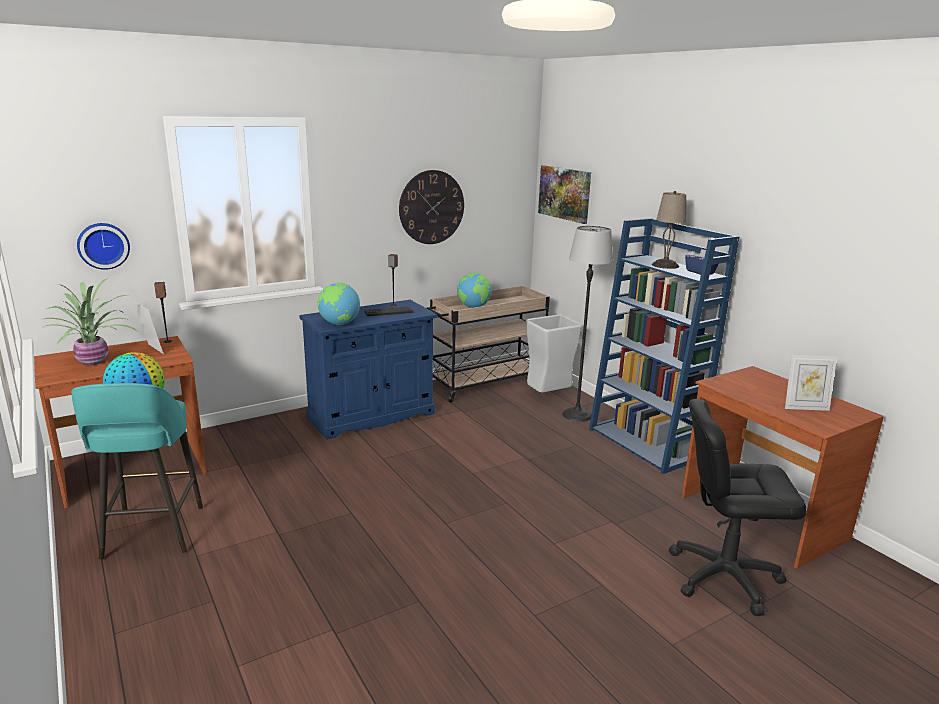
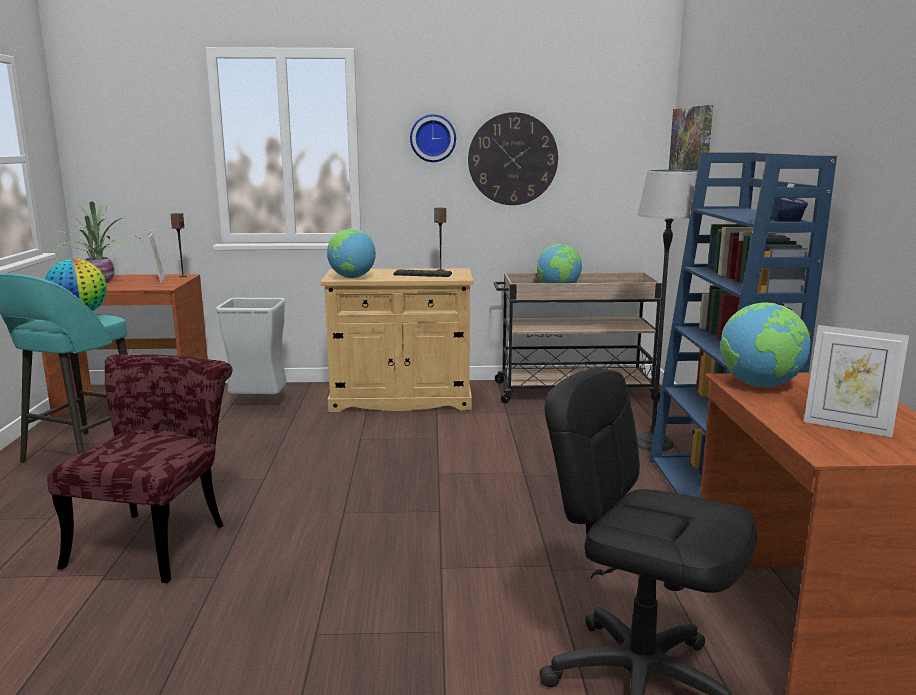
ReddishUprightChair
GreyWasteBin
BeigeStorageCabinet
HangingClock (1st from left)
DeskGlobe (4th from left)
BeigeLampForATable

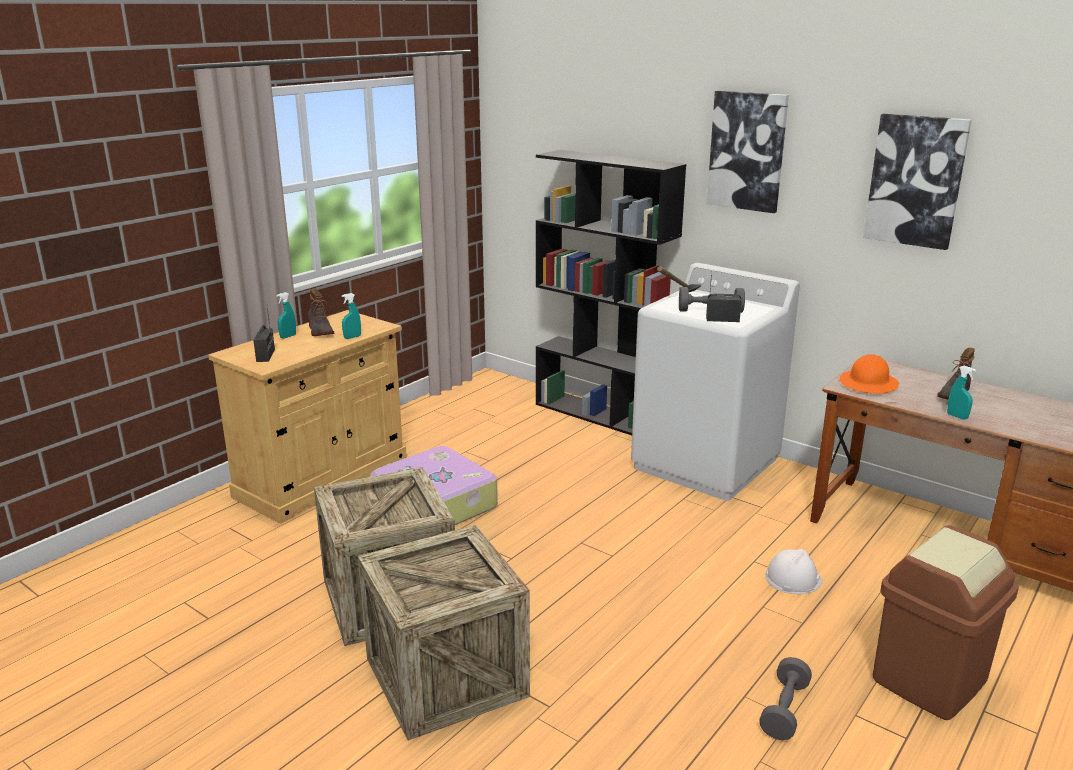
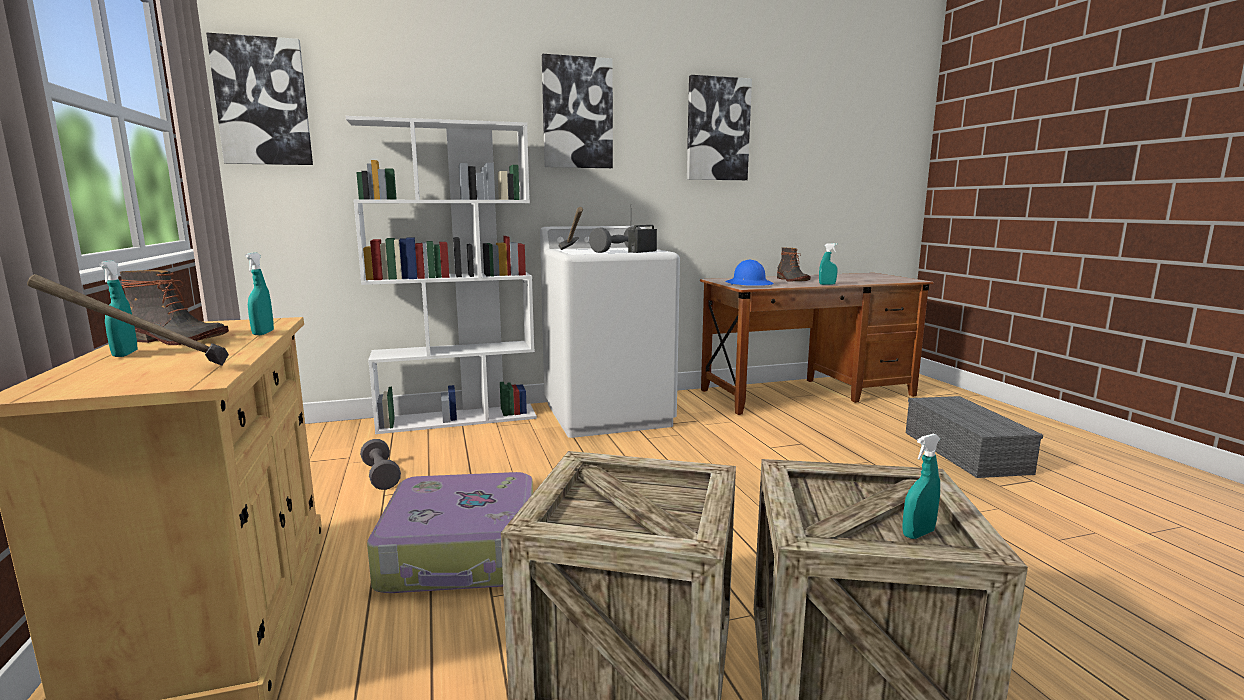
Hammer (1st from left)
Picture (1st from left)
WhiteColouredBookshelf
GreyDumbbell (1st from left)
BlueHardHat
TurquoiseHandSprayer (4th from left)
GreyStorageBox
WhiteColouredHardHat

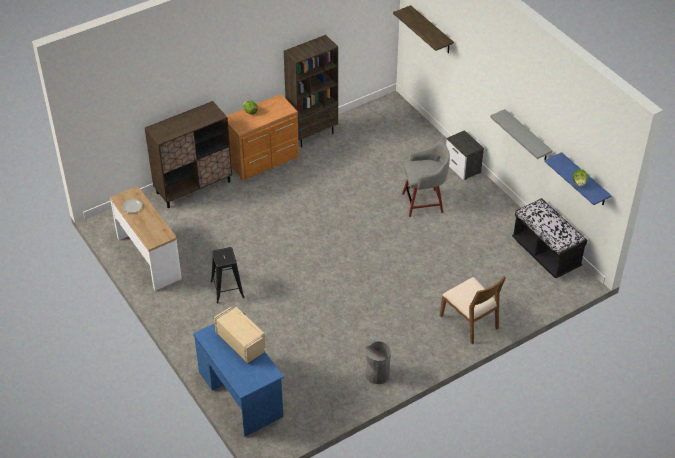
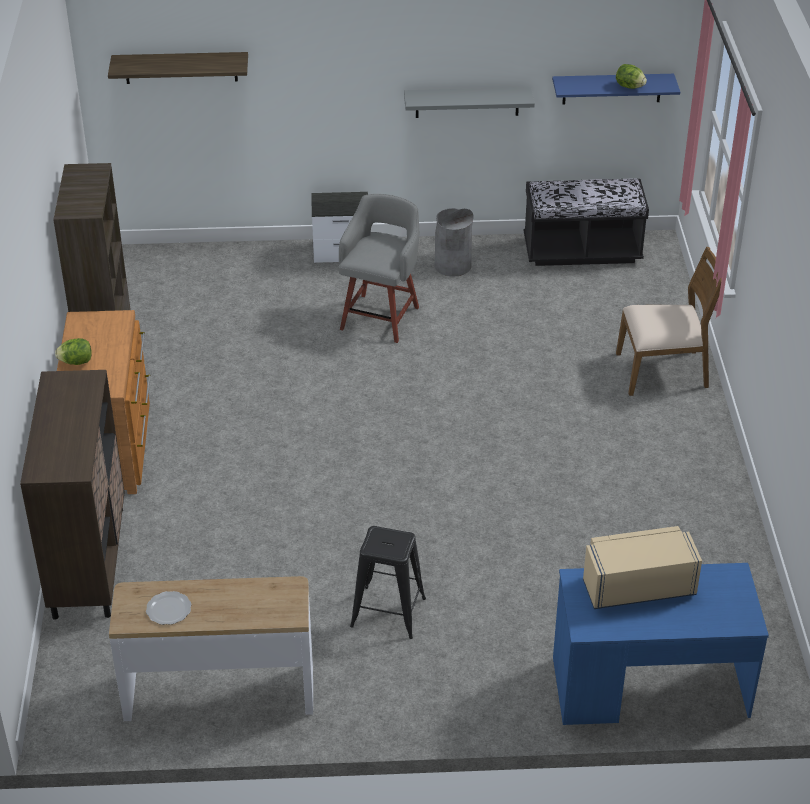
GreyWasteBin

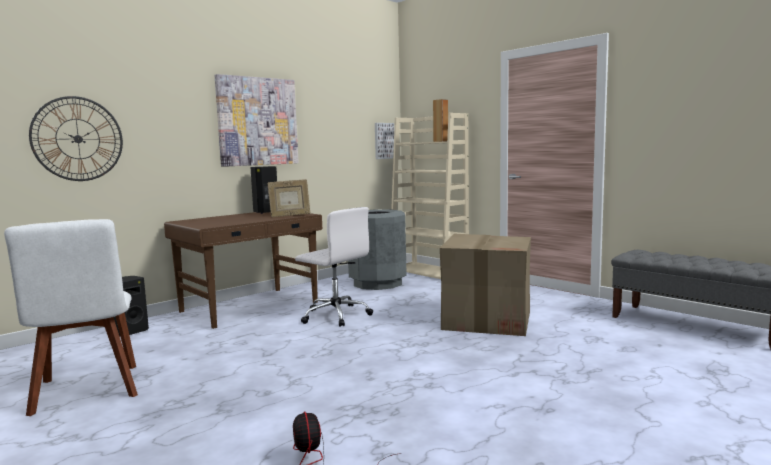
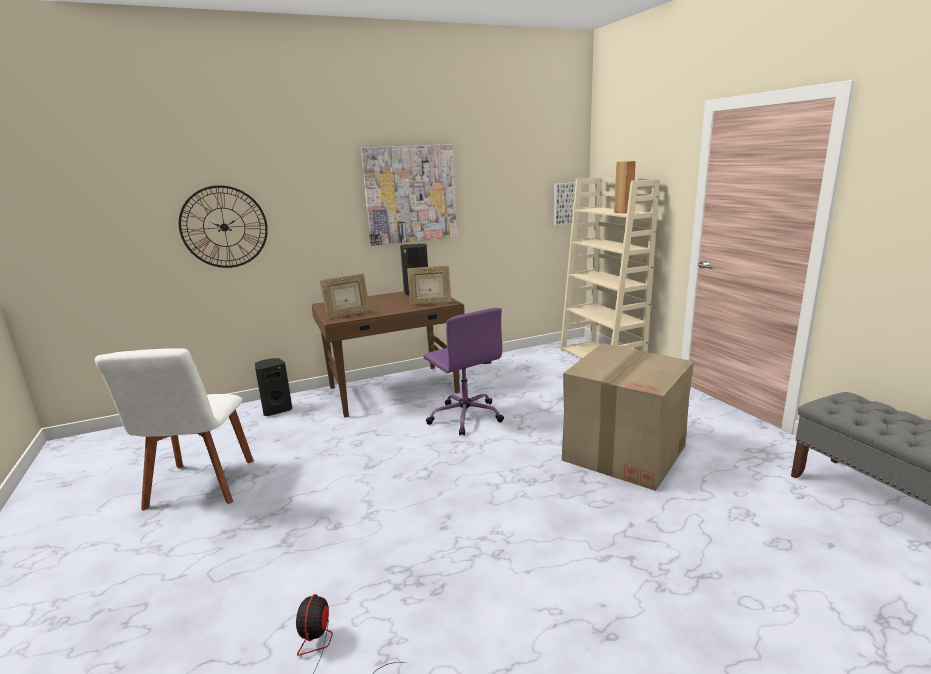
StandingFrame (1st from left)
PurpleColouredOfficeChair
GreyWasteBin

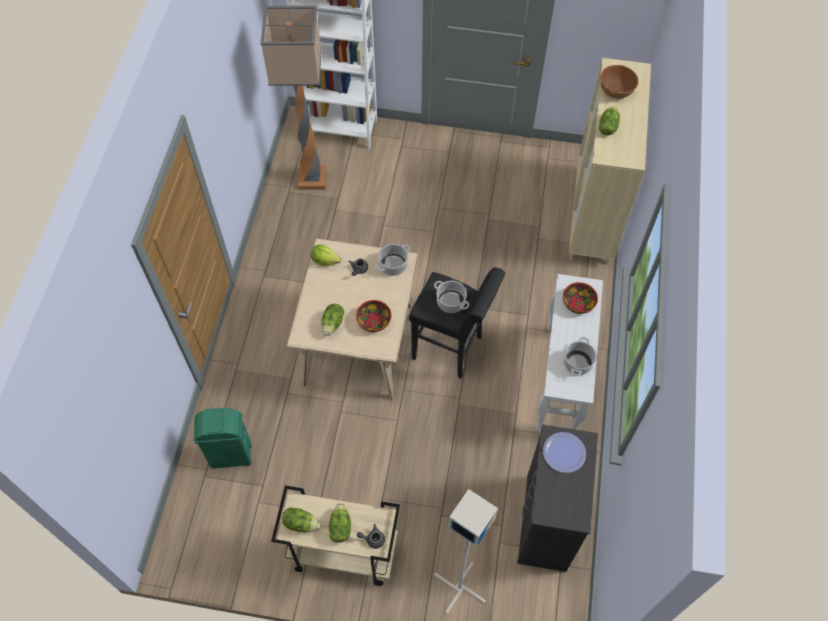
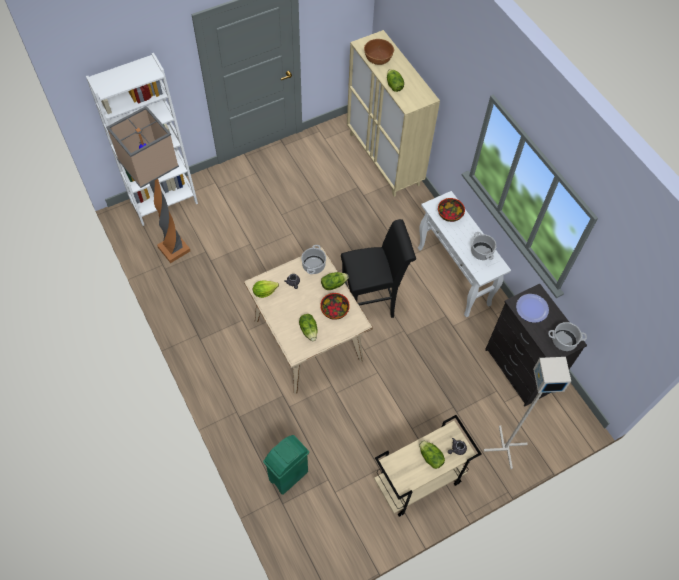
LettuceHead (3rd from left)
Saucepot (3rd from left)

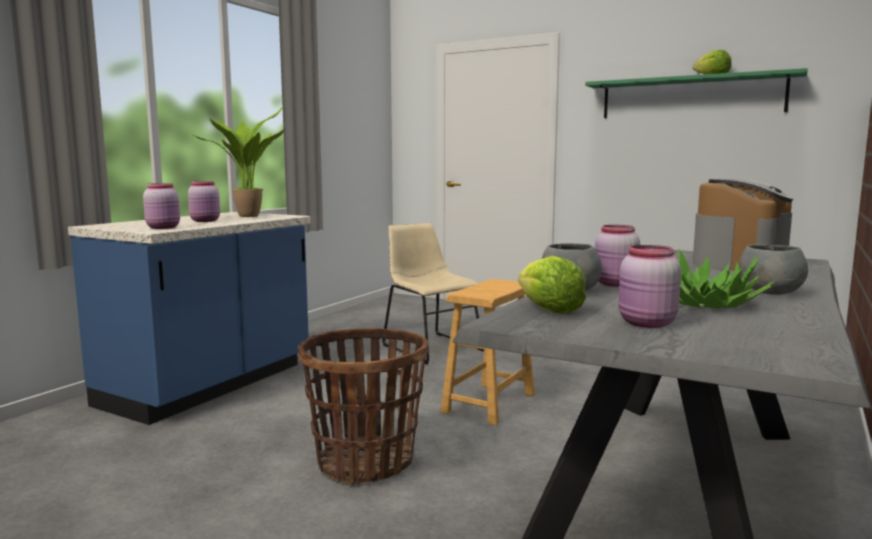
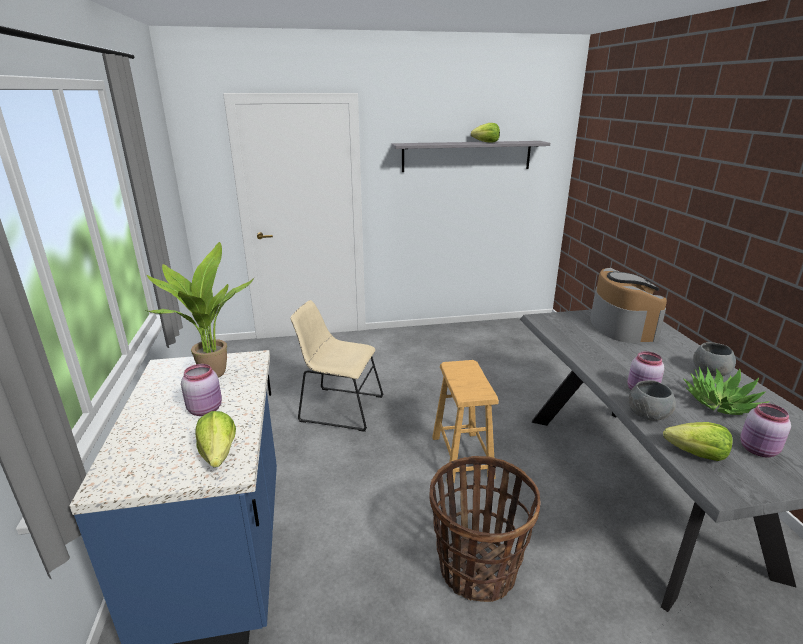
LettuceHead (1st from left)
GreyBracketShelf

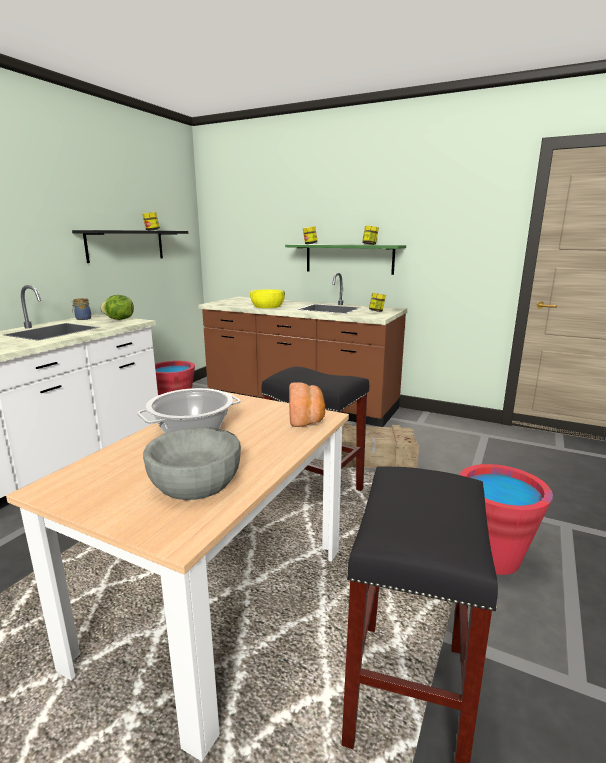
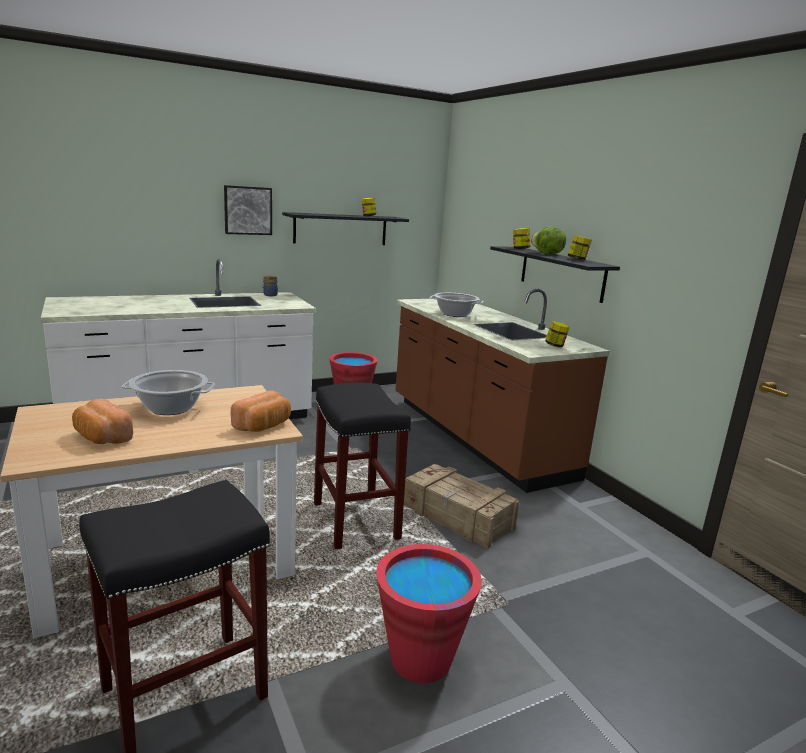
BakeryBread (1st from left)
Picture
Saucepot (2nd from left)
BlackishBracketShelf (2nd from left)
LettuceHead

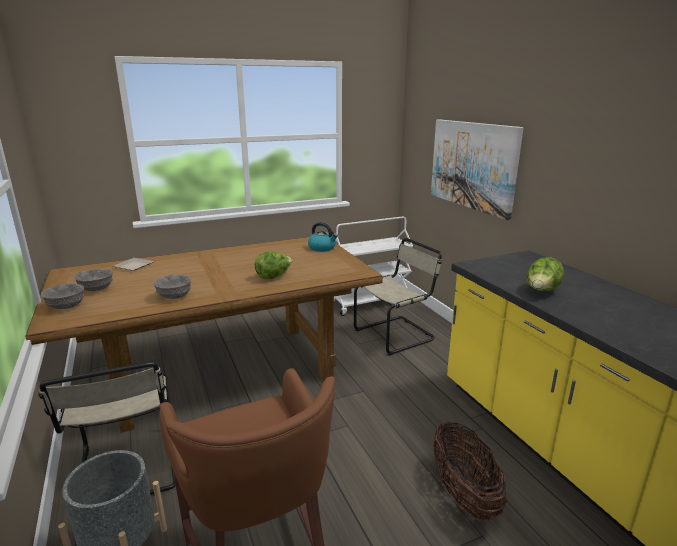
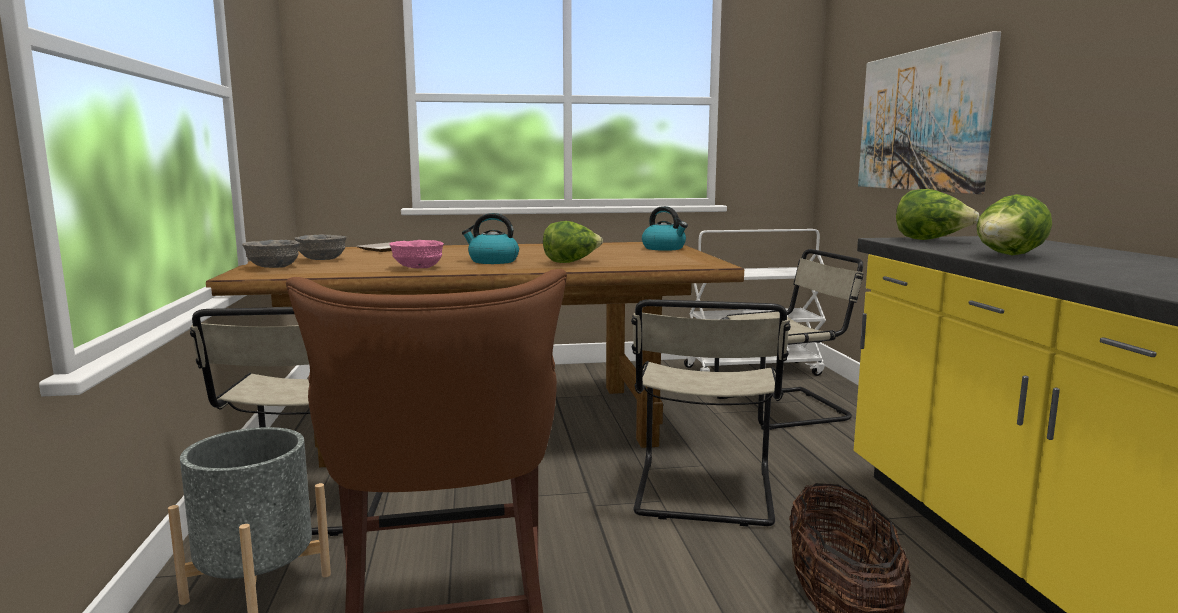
PinkishDeepDish
WaterKettle (1st from left)
BeigeUprightChair (2nd from left)
LettuceHead (2nd from left)

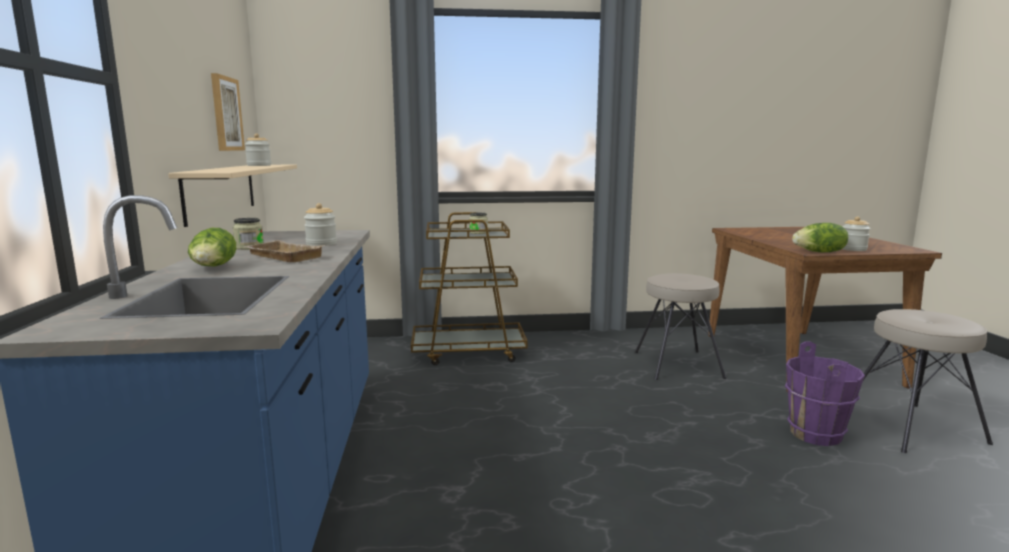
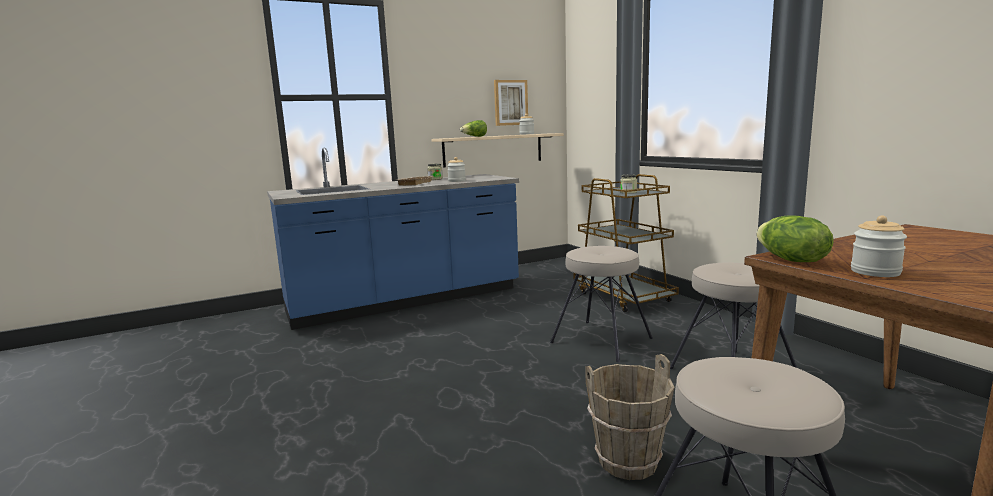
LettuceHead (1st from left)
BeigeStool (1st from left)
BrownPail

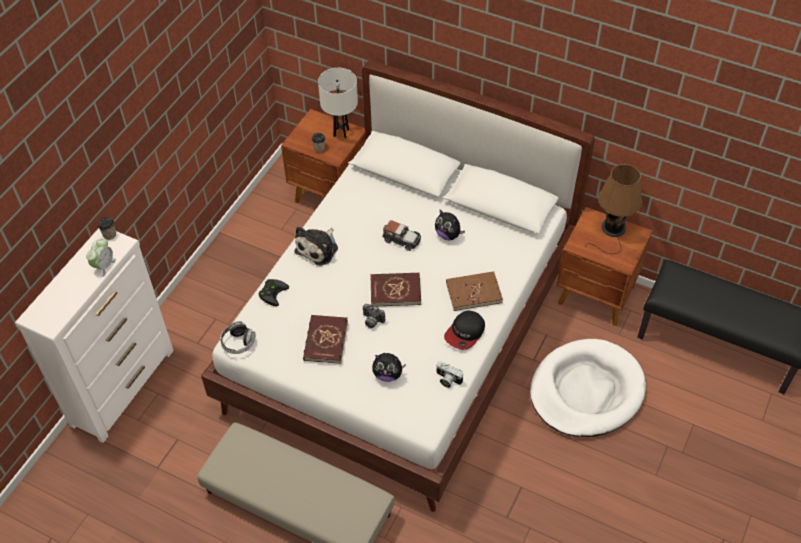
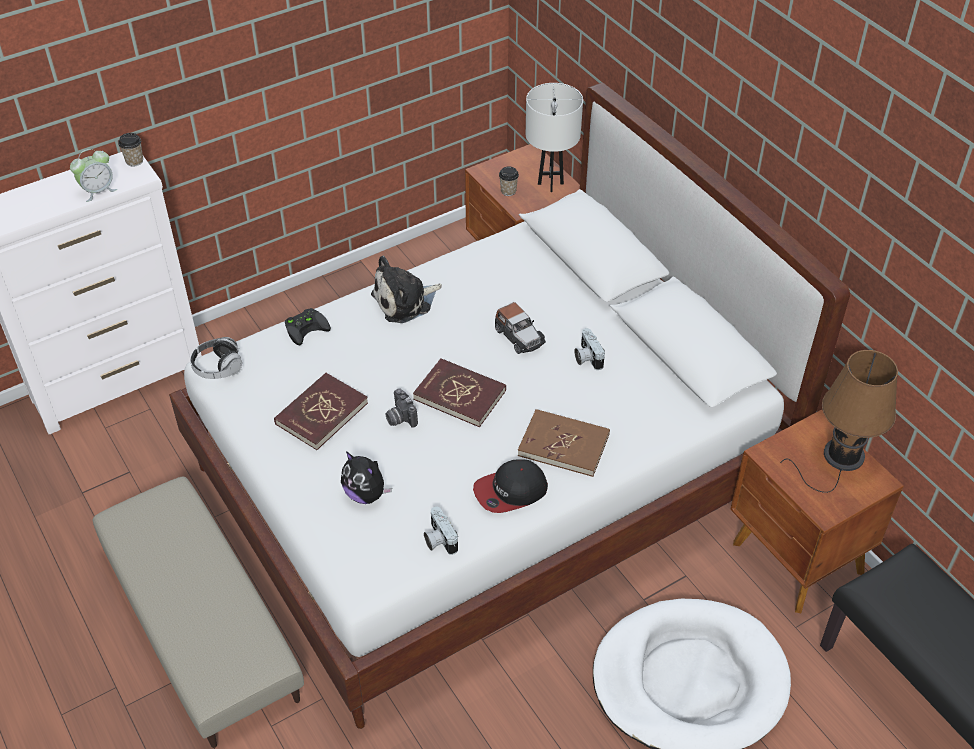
PhotoCamera (3rd from left)

